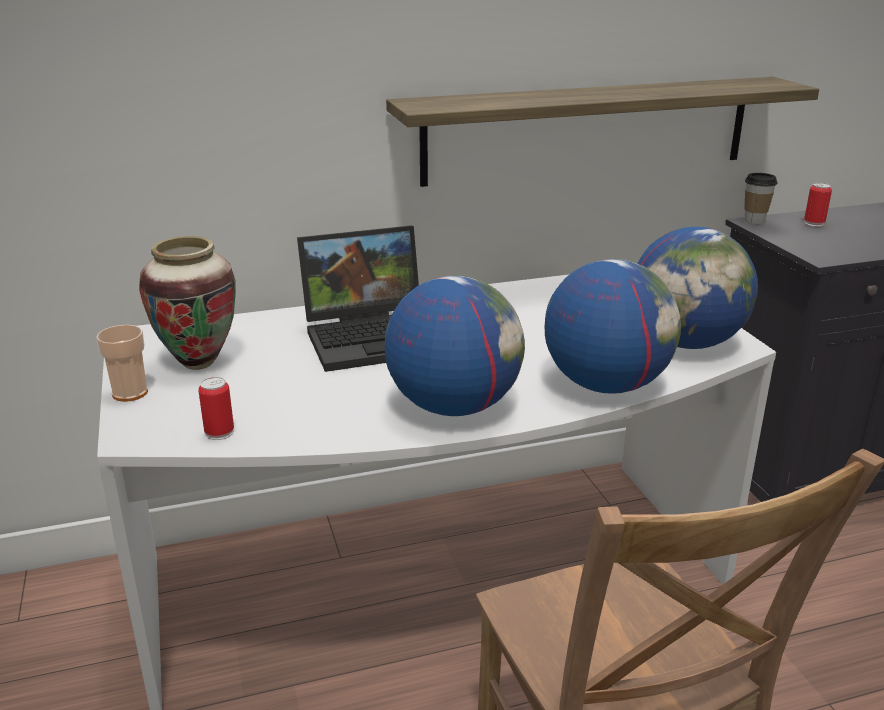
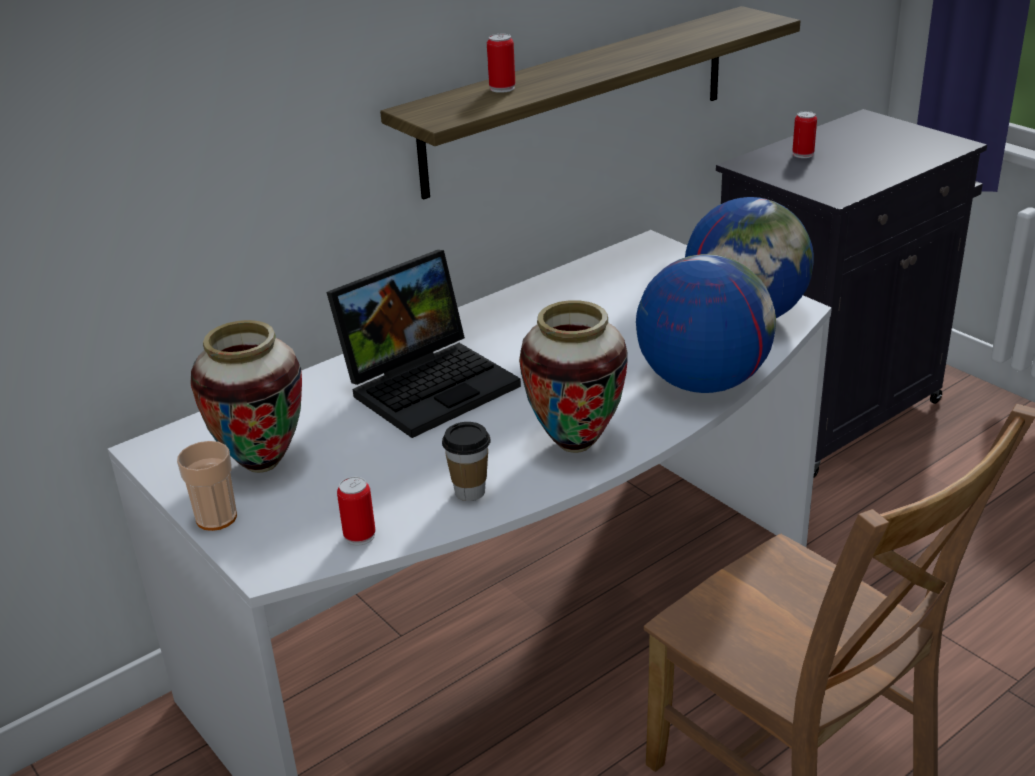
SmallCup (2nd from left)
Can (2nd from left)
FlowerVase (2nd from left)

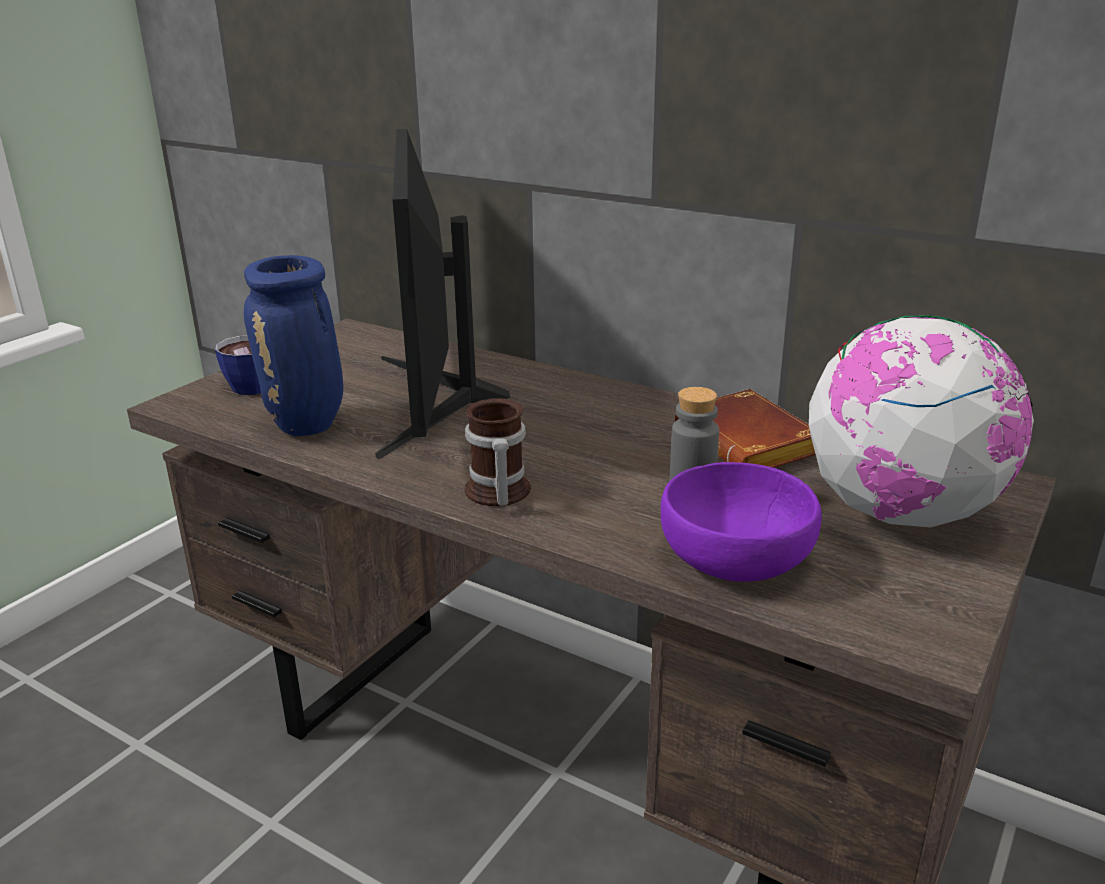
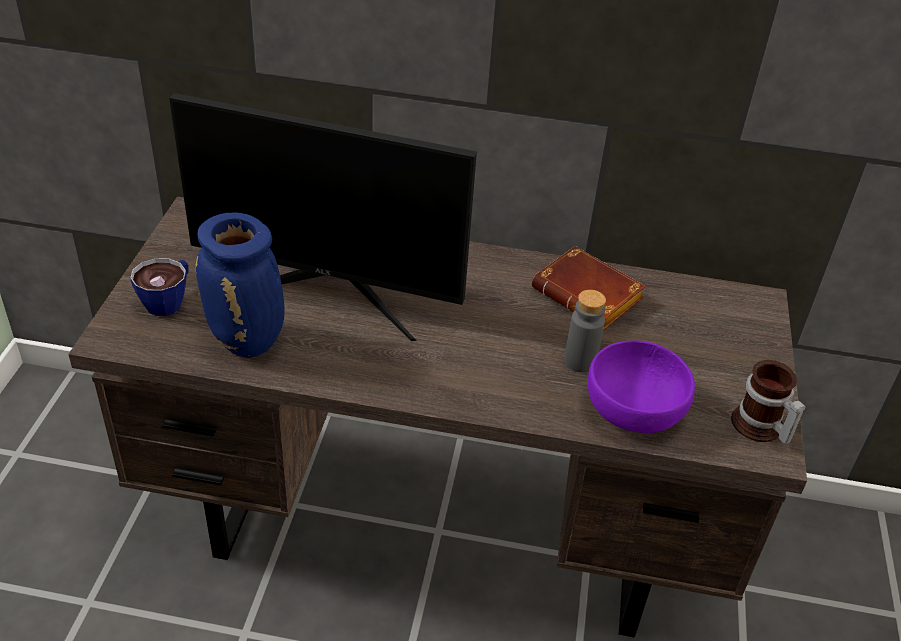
ComputerDisplay
CoffeeMug
DeskGlobe

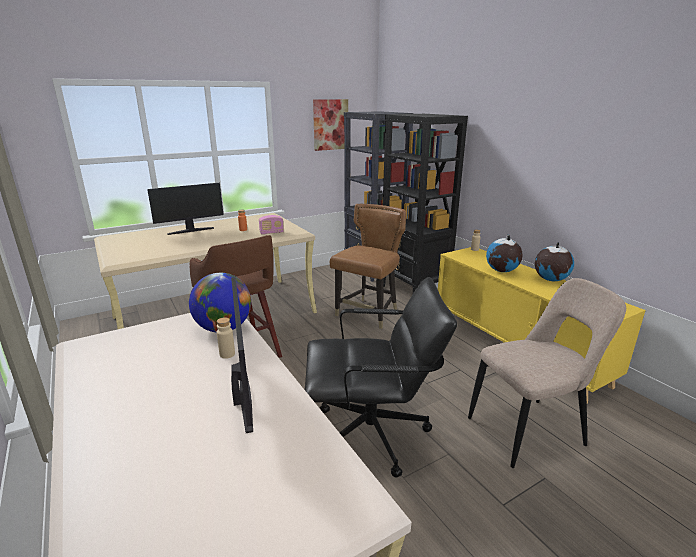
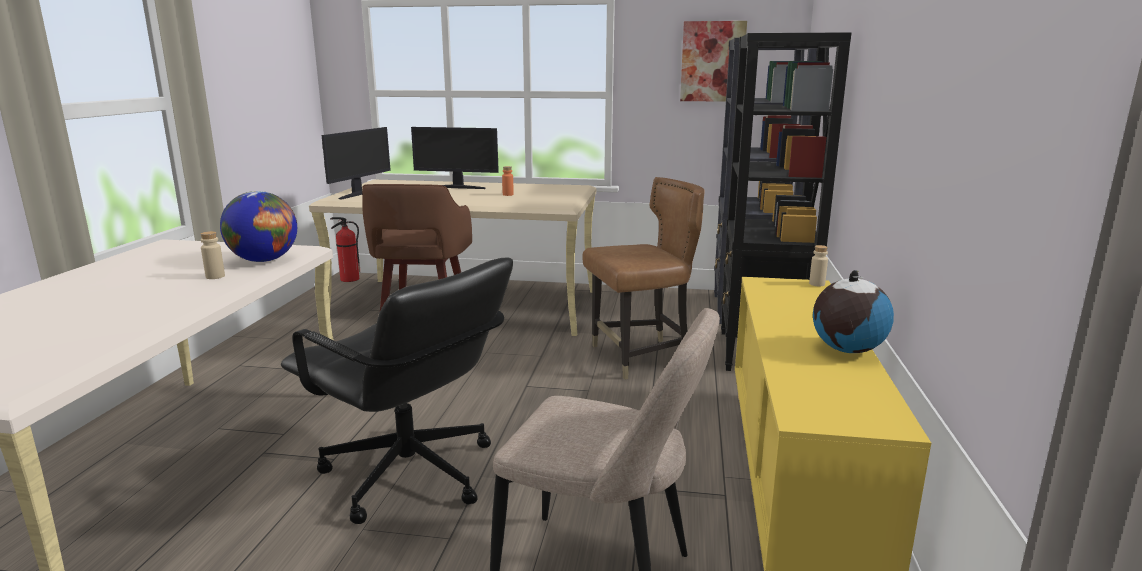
ComputerDisplay (1st from left)
FireExtinguisher
RadioReceiver
DeskGlobe (2nd from left in the first image)

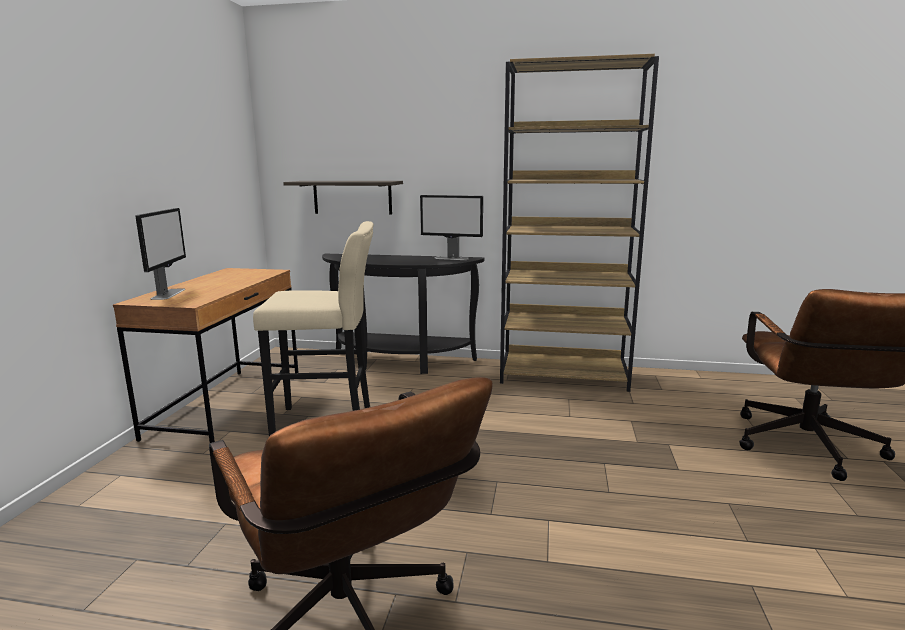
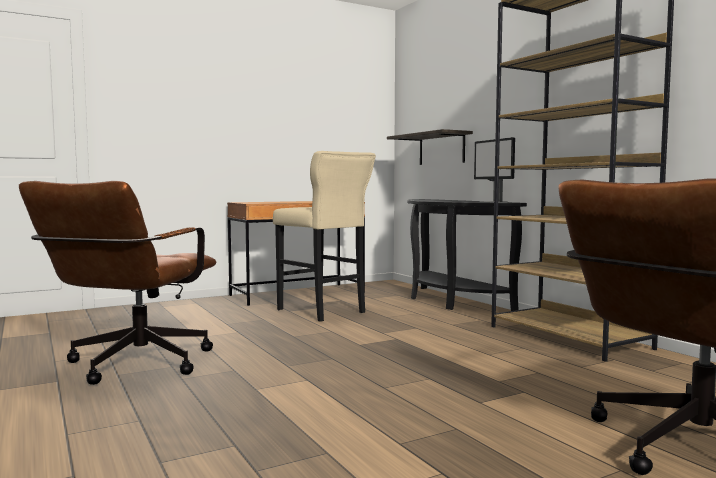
ComputerDisplay (1st from left in the first image)

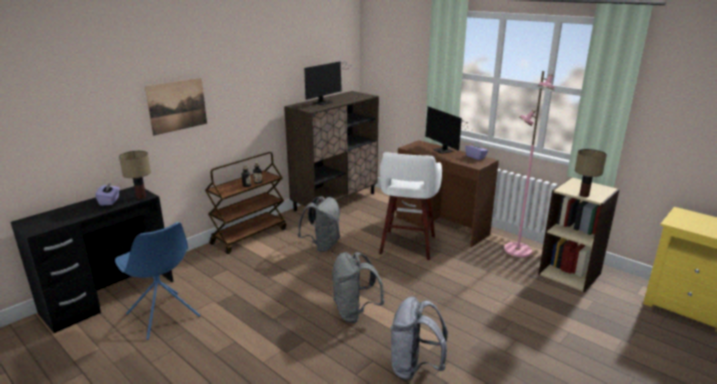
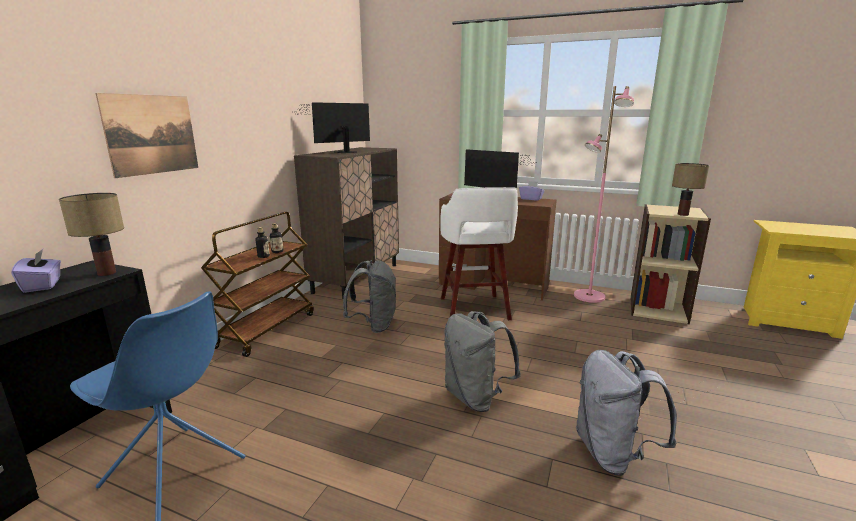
ComputerDisplay (1st from left)

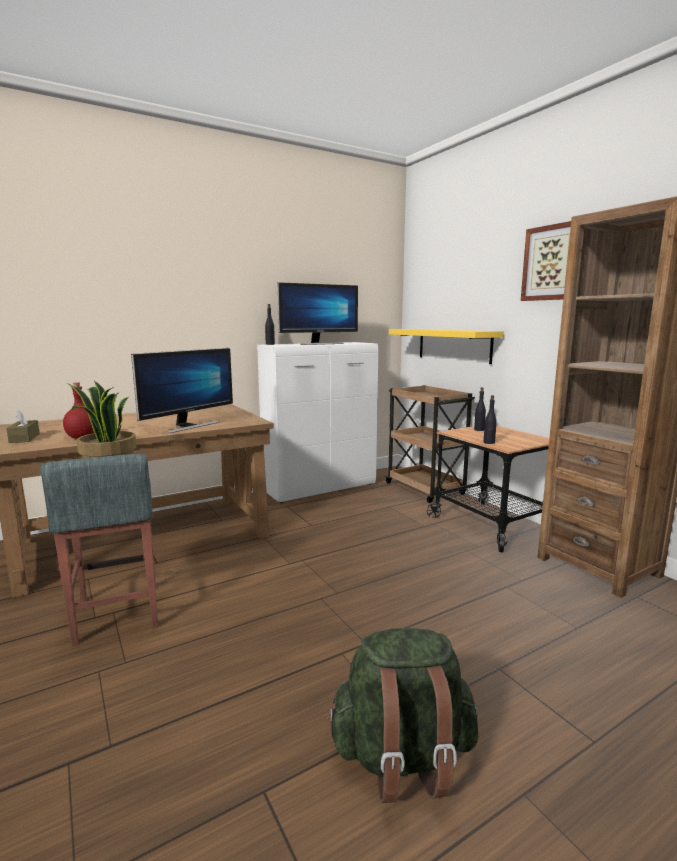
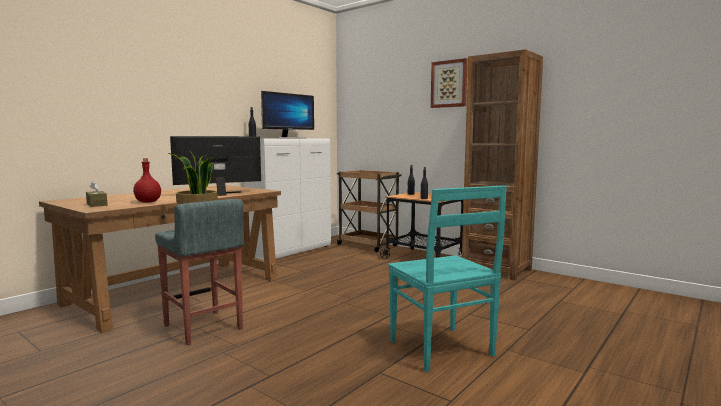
ComputerDisplay (1st from left)
TurquoiseUprightChair
YellowBracketShelf

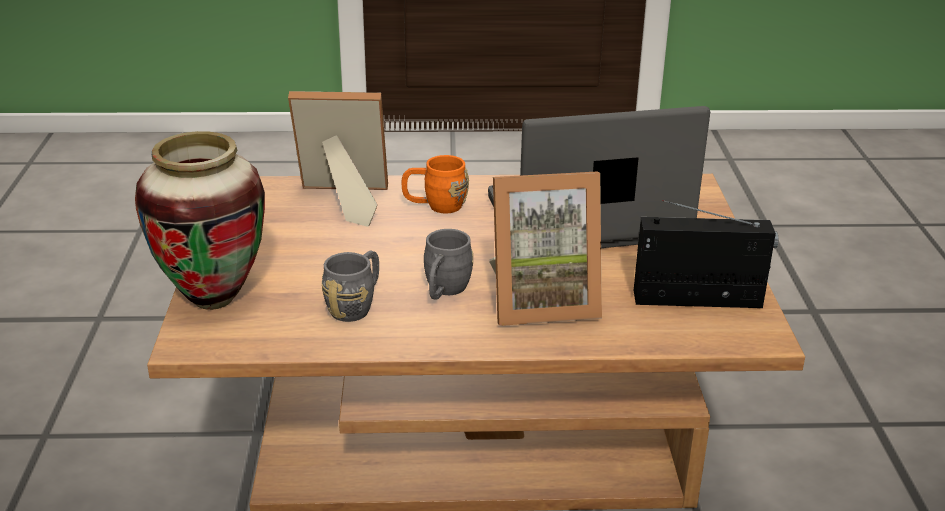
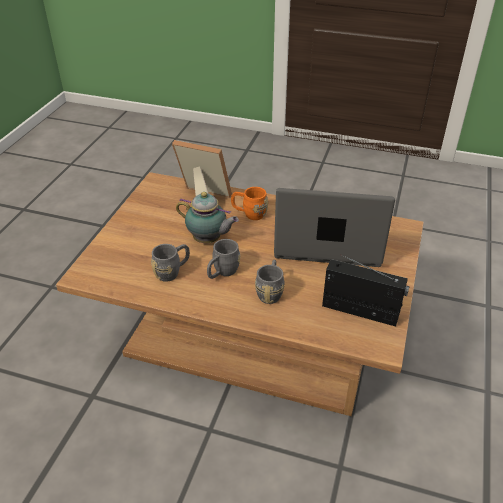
PotForTea
GreyCoffeeMug (3rd from left)
FlowerVase

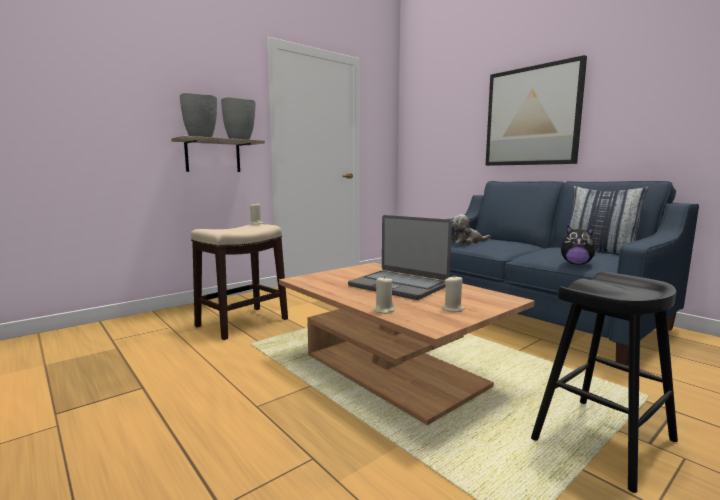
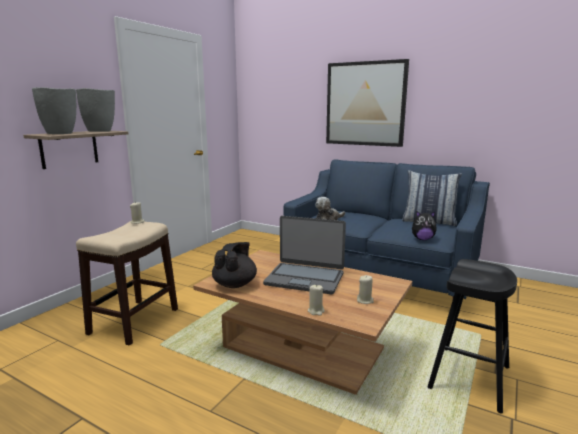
BlackishPotForTea

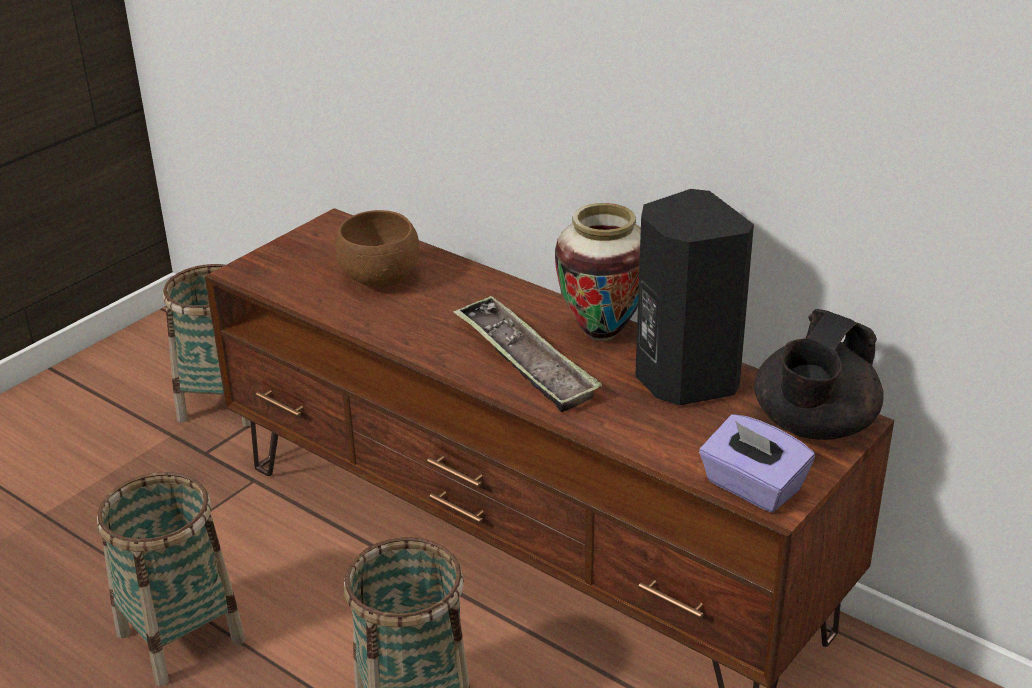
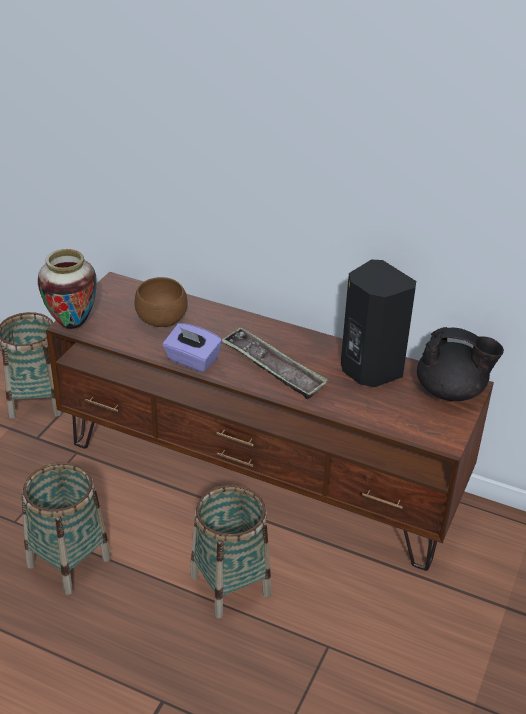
FlowerVase
PurpleColouredBoxOfTissues
BlackishPotForTea

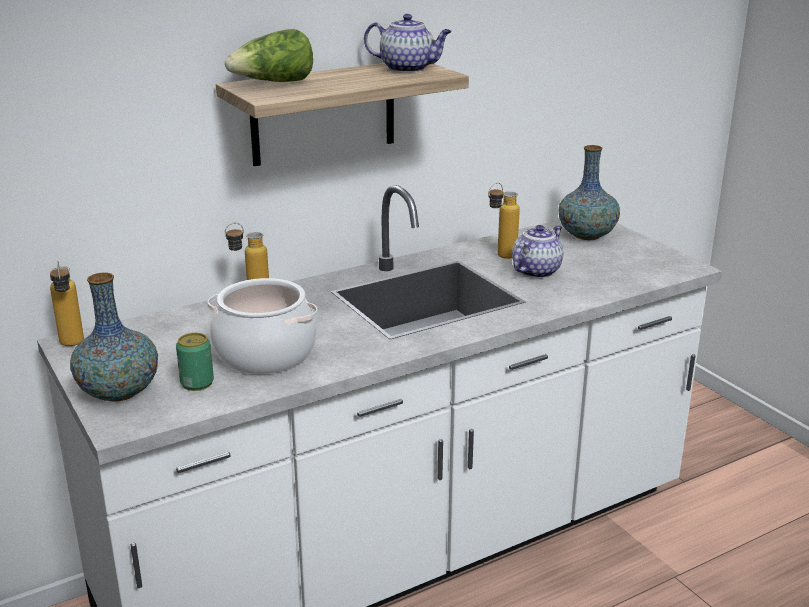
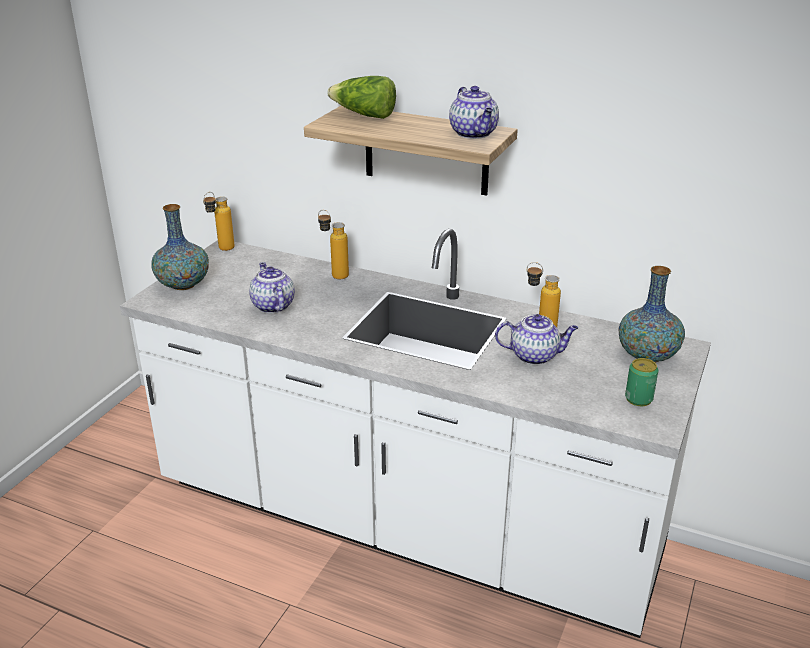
PotForTea (1st from left)
Can

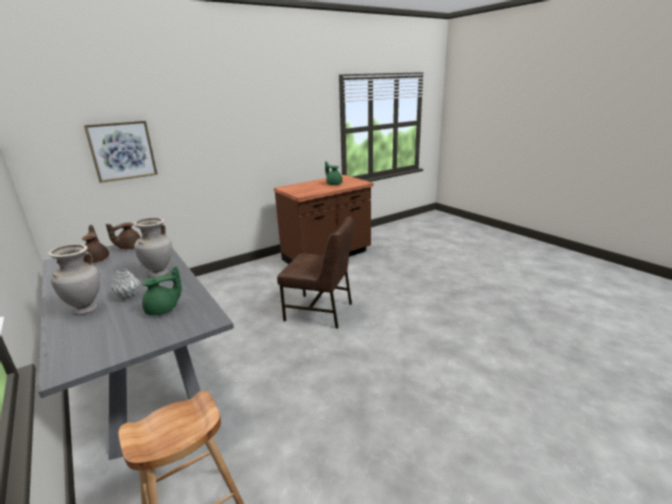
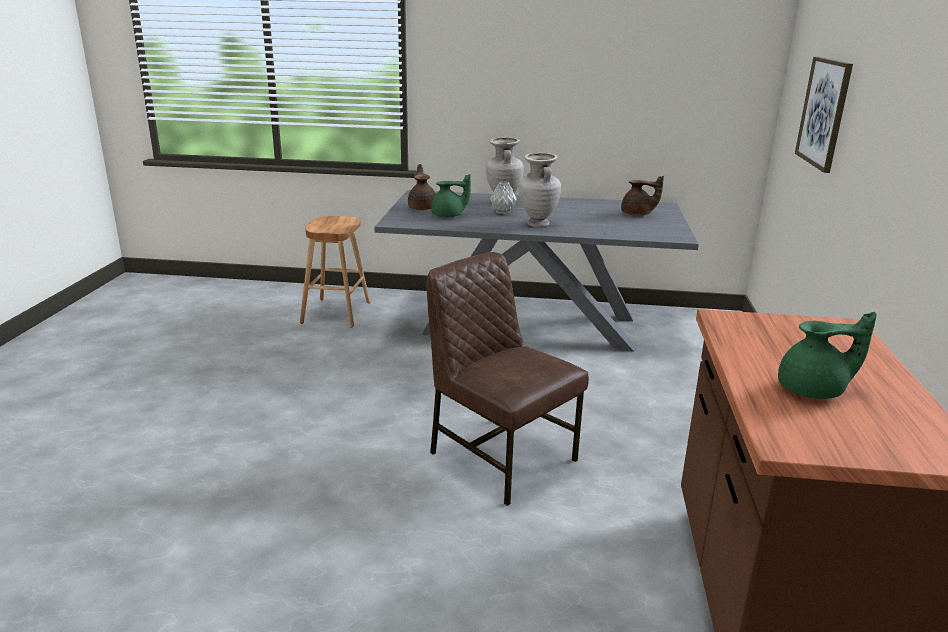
BrownPotForTea (1st from left)
BrownUprightChair
GreenishPotForTea (1st from left)

